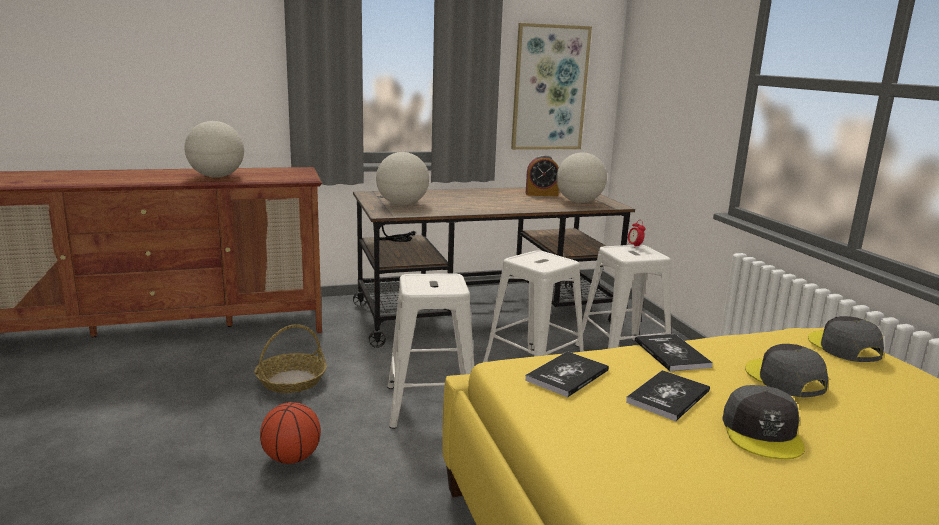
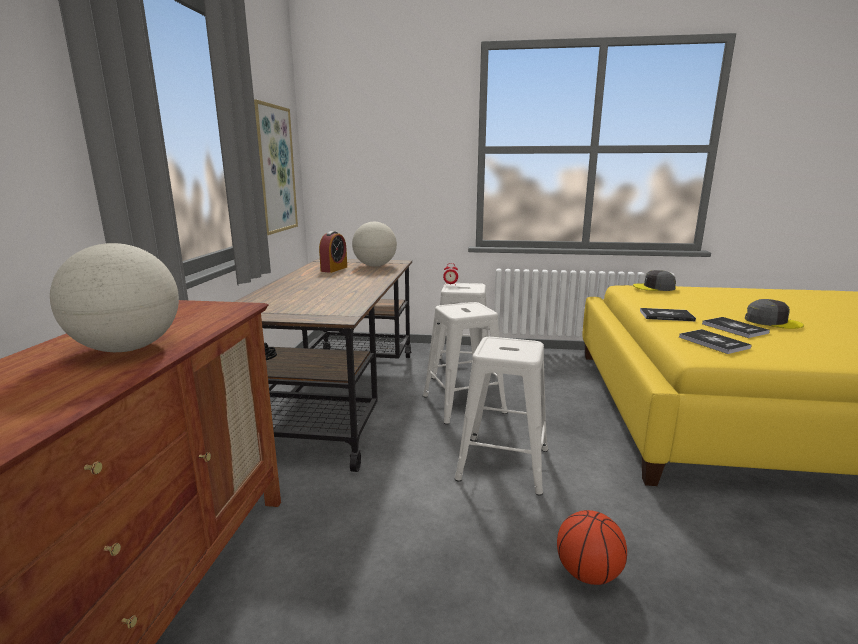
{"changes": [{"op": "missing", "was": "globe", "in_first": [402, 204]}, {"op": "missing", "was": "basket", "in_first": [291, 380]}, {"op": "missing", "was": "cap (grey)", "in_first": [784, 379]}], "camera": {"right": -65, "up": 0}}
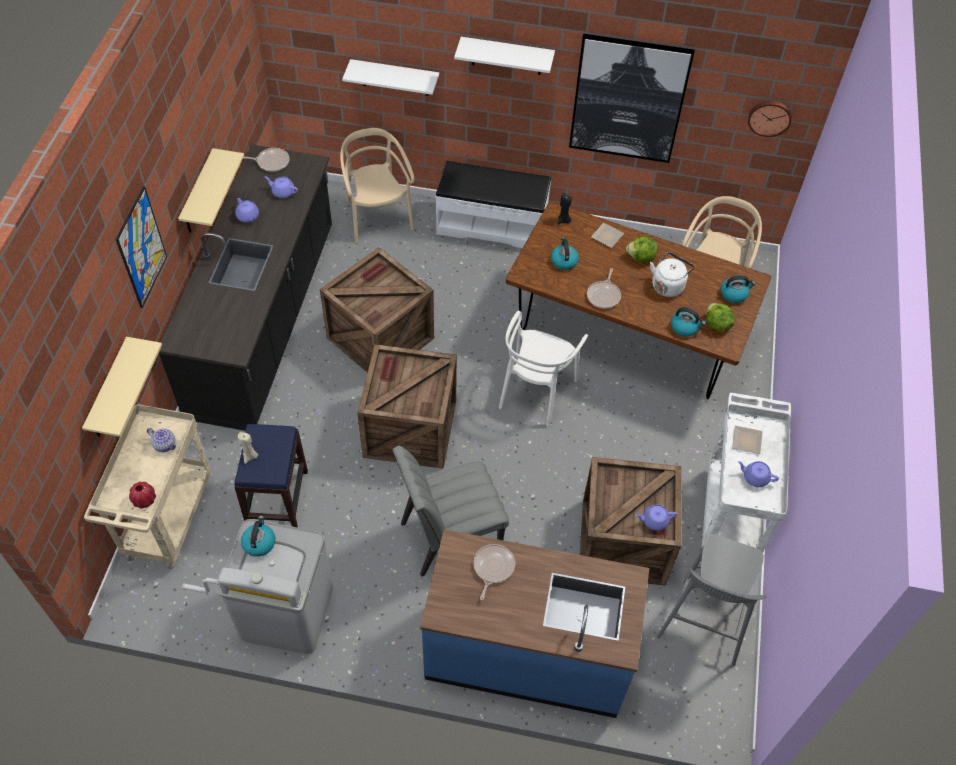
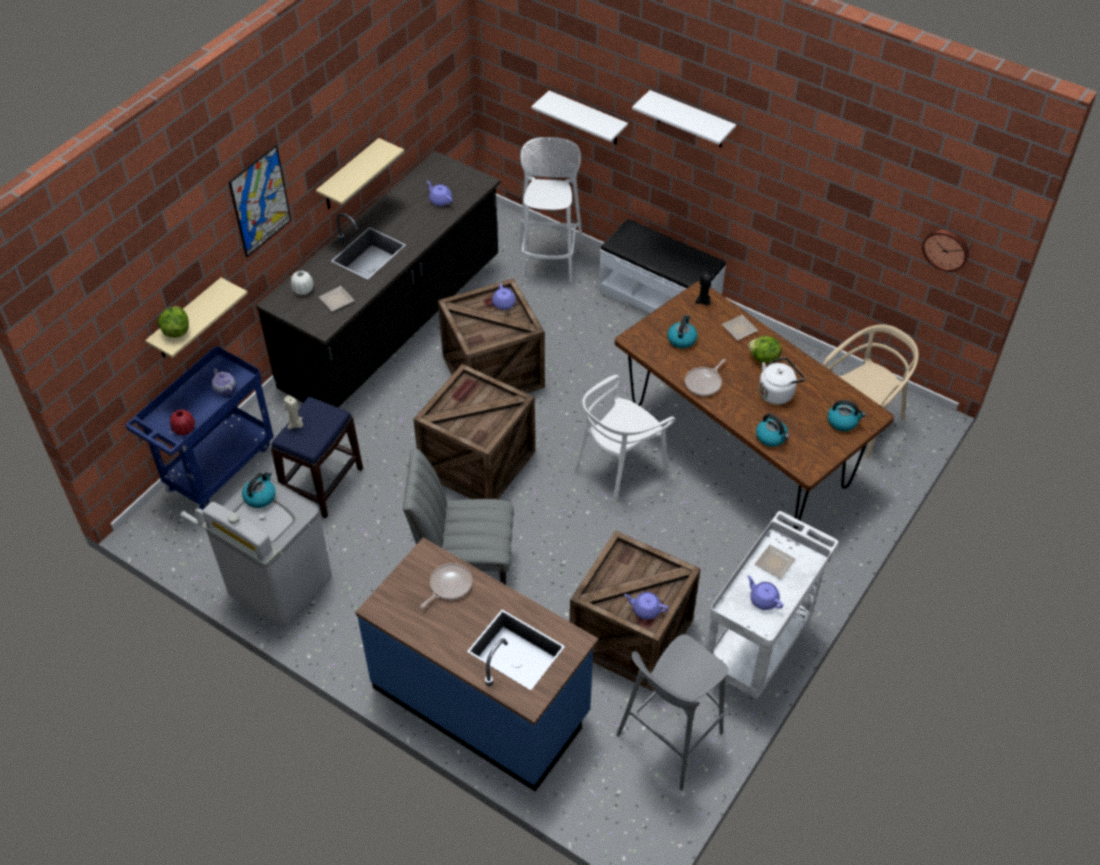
{"changes": [{"op": "missing", "was": "picture", "in_first": [628, 99]}, {"op": "exchanged", "was": "chair (beige)", "now": "stool (white)", "in_first": [377, 217], "in_second": [549, 259]}, {"op": "missing", "was": "frying pan", "in_first": [271, 162]}, {"op": "relocated", "was": "teapot (purple)", "in_first": [248, 216], "in_second": [504, 304]}, {"op": "relocated", "was": "lettuce", "in_first": [716, 325], "in_second": [176, 331]}, {"op": "colour", "was": "cart (beige)", "now": "cart (blue)", "in_first": [168, 524], "in_second": [217, 473]}, {"op": "appeared", "now": "vase (white)", "in_second": [303, 290]}, {"op": "appeared", "now": "plate", "in_second": [335, 300]}], "camera": {"right": 25, "up": -5}}
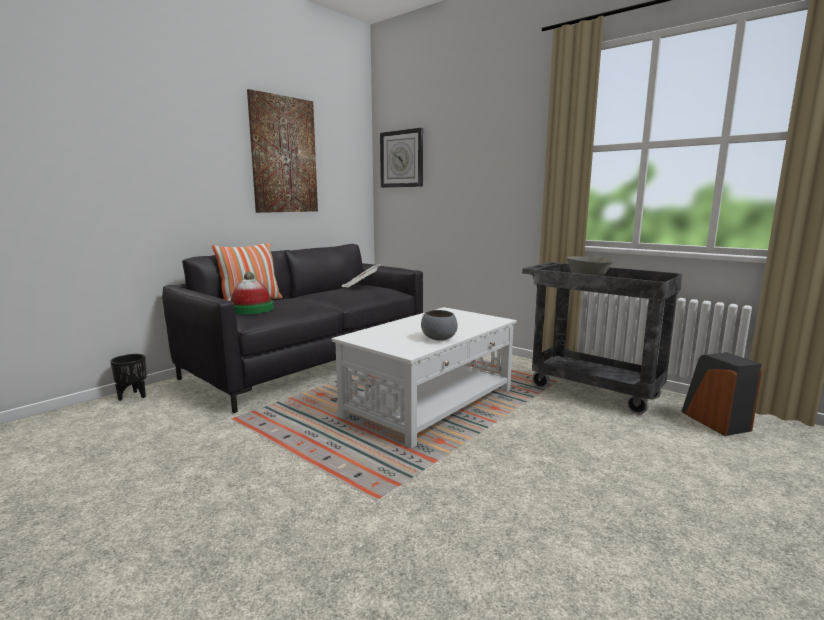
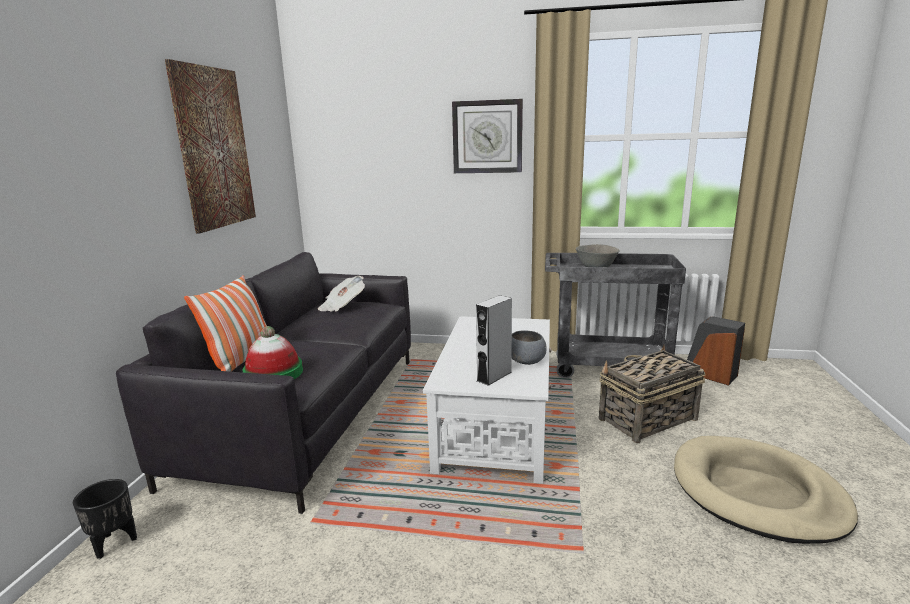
{"changes": [{"op": "relocated", "was": "wall clock", "in_first": [402, 159], "in_second": [487, 137]}, {"op": "appeared", "now": "speaker (grey)", "in_second": [494, 376]}, {"op": "appeared", "now": "basket", "in_second": [646, 419]}, {"op": "appeared", "now": "dog bed (beige)", "in_second": [756, 493]}], "camera": {"right": -30, "up": 5}}
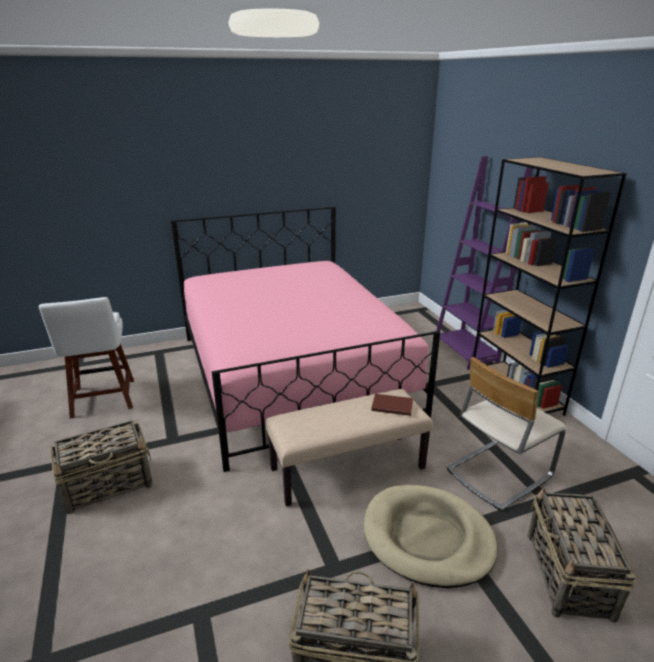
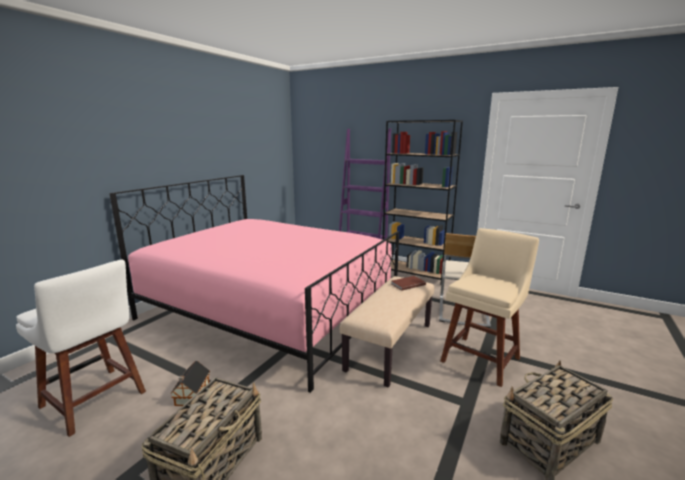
{"changes": [{"op": "exchanged", "was": "dog bed (beige)", "now": "stool (beige)", "in_first": [427, 538], "in_second": [482, 358]}, {"op": "missing", "was": "basket", "in_first": [568, 576]}, {"op": "appeared", "now": "toy house", "in_second": [191, 395]}], "camera": {"right": -40, "up": -10}}
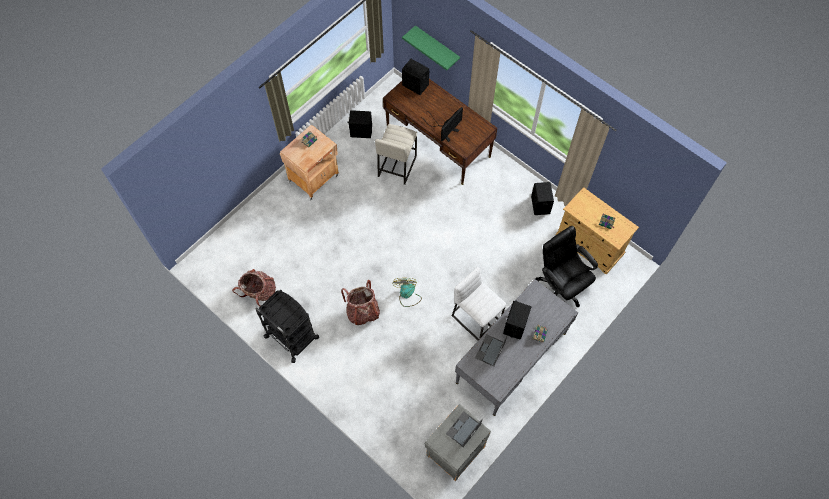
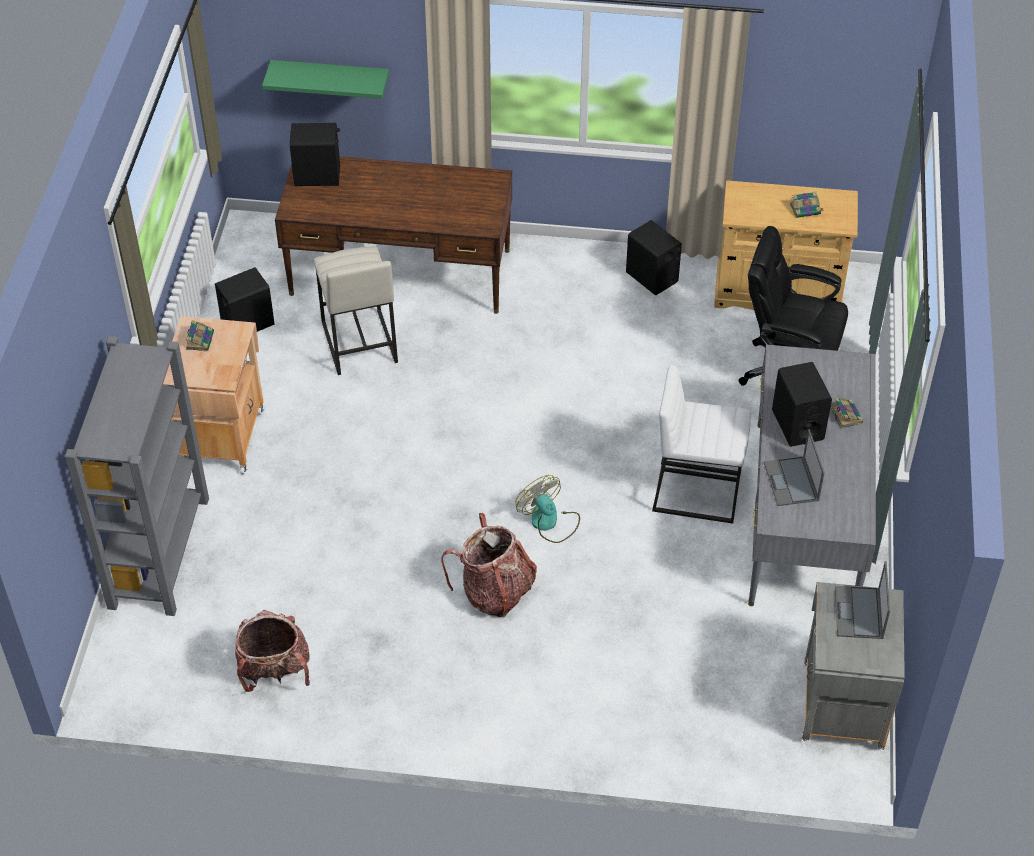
{"changes": [{"op": "missing", "was": "monitor", "in_first": [444, 130]}, {"op": "missing", "was": "cart (black)", "in_first": [292, 337]}, {"op": "appeared", "now": "bookcase (grey)", "in_second": [159, 552]}], "camera": {"right": -35, "up": -15}}
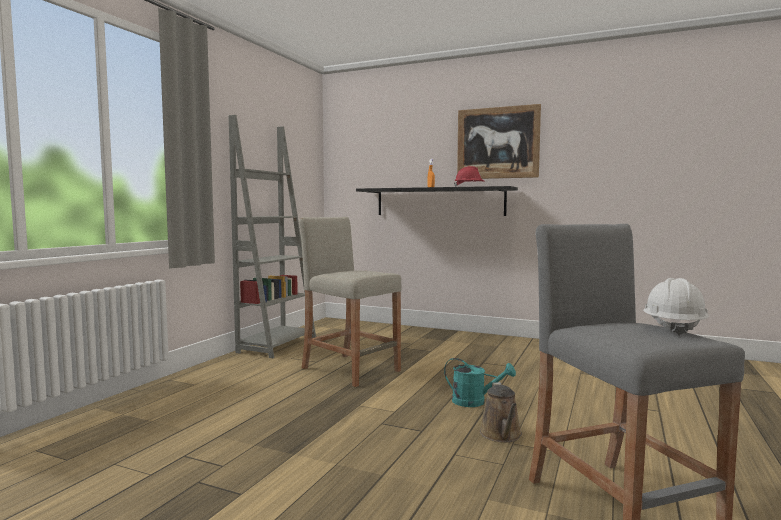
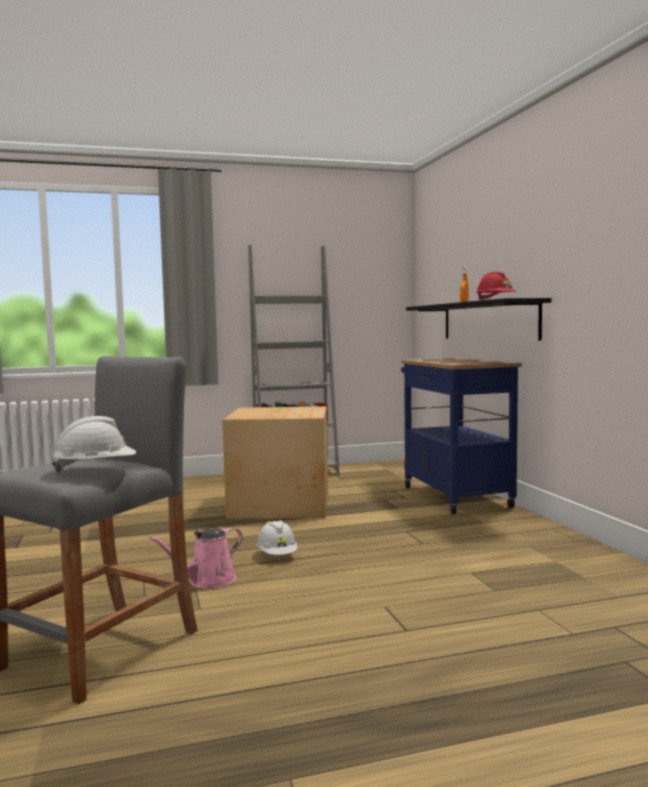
{"changes": [{"op": "missing", "was": "picture", "in_first": [497, 143]}, {"op": "exchanged", "was": "stool (beige)", "now": "cardboard box", "in_first": [350, 369], "in_second": [282, 504]}, {"op": "exchanged", "was": "watering can (turquoise)", "now": "hard hat (white)", "in_first": [475, 402], "in_second": [277, 555]}, {"op": "colour", "was": "watering can (brown)", "now": "watering can (pink)", "in_first": [501, 435], "in_second": [208, 581]}, {"op": "appeared", "now": "cart (blue)", "in_second": [454, 496]}], "camera": {"right": 50, "up": 0}}
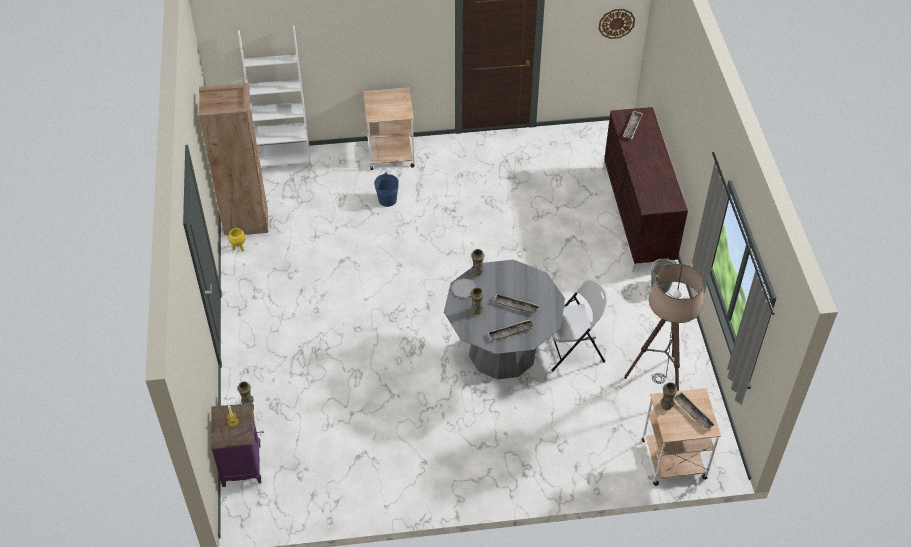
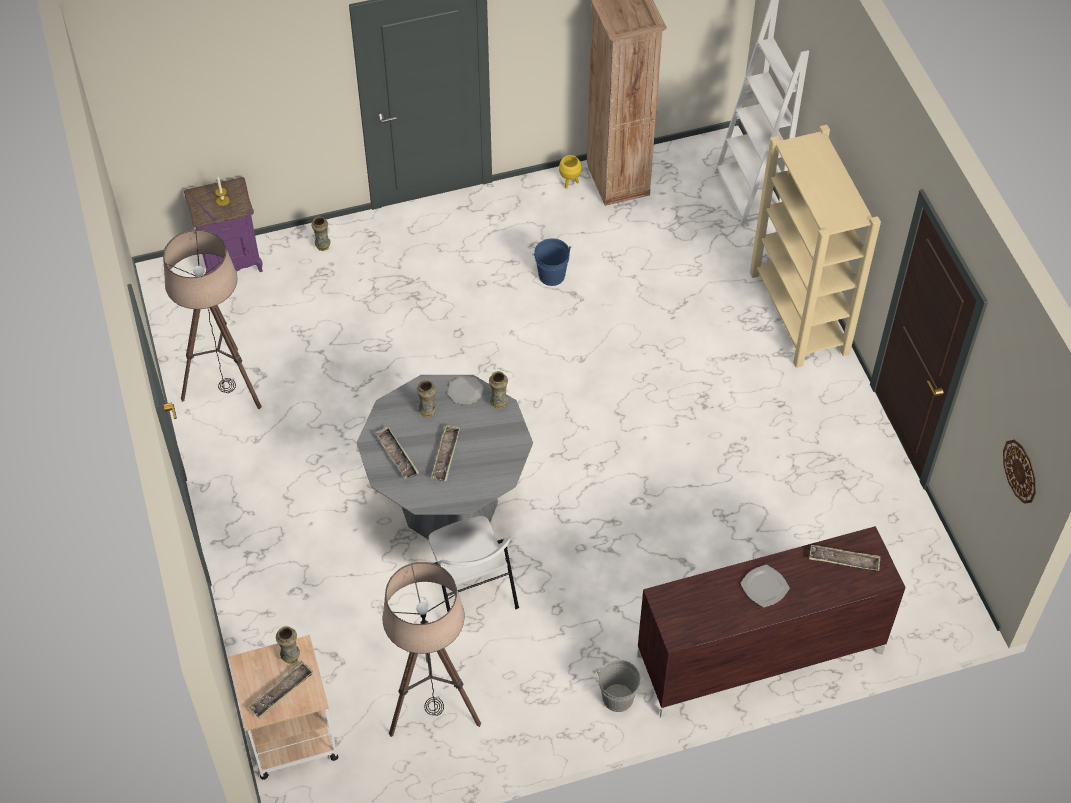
{"changes": [{"op": "exchanged", "was": "cart (beige)", "now": "bookcase (beige)", "in_first": [391, 153], "in_second": [799, 313]}, {"op": "relocated", "was": "bucket (blue)", "in_first": [387, 200], "in_second": [552, 275]}, {"op": "appeared", "now": "floor lamp", "in_second": [225, 385]}, {"op": "appeared", "now": "plate", "in_second": [764, 586]}], "camera": {"right": 80, "up": 5}}
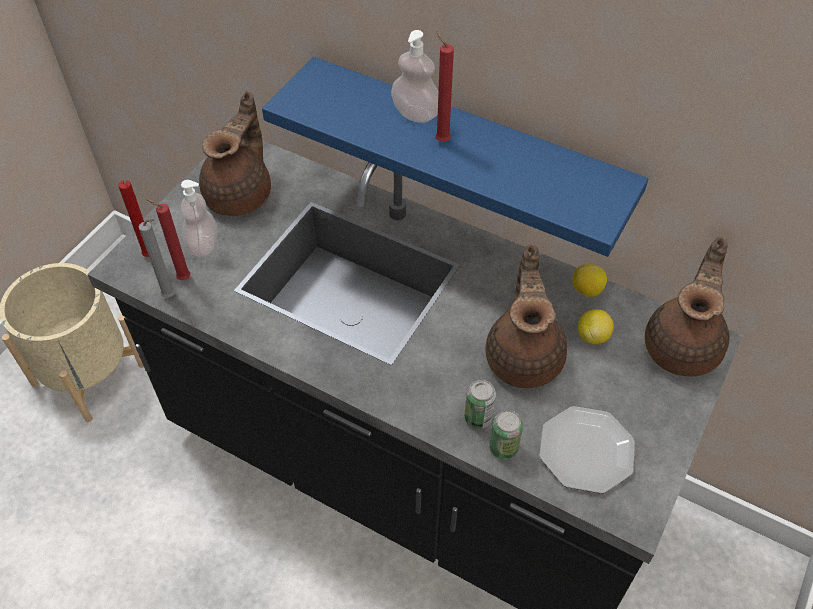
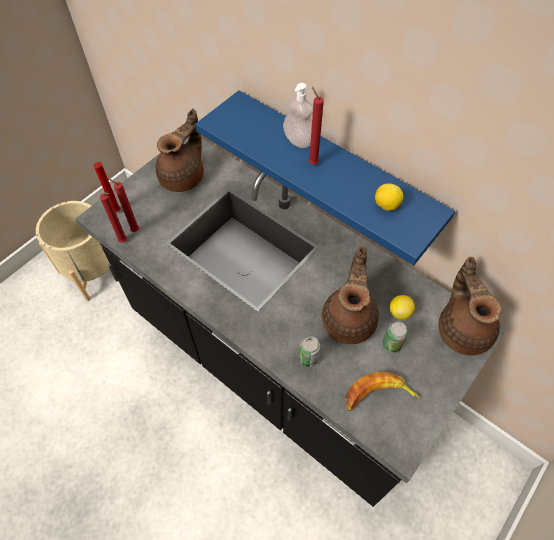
{"changes": [{"op": "missing", "was": "soap dispenser", "in_first": [203, 245]}, {"op": "colour", "was": "candle (grey)", "now": "candle (red)", "in_first": [171, 296], "in_second": [124, 241]}, {"op": "spun", "was": "teapot (brown)", "in_first": [683, 345], "in_second": [463, 329], "clockwise": -45}, {"op": "relocated", "was": "lemon", "in_first": [586, 290], "in_second": [386, 205]}, {"op": "exchanged", "was": "plate", "now": "banana", "in_first": [586, 452], "in_second": [377, 396]}, {"op": "relocated", "was": "can", "in_first": [503, 448], "in_second": [391, 344]}], "camera": {"right": 10, "up": 5}}
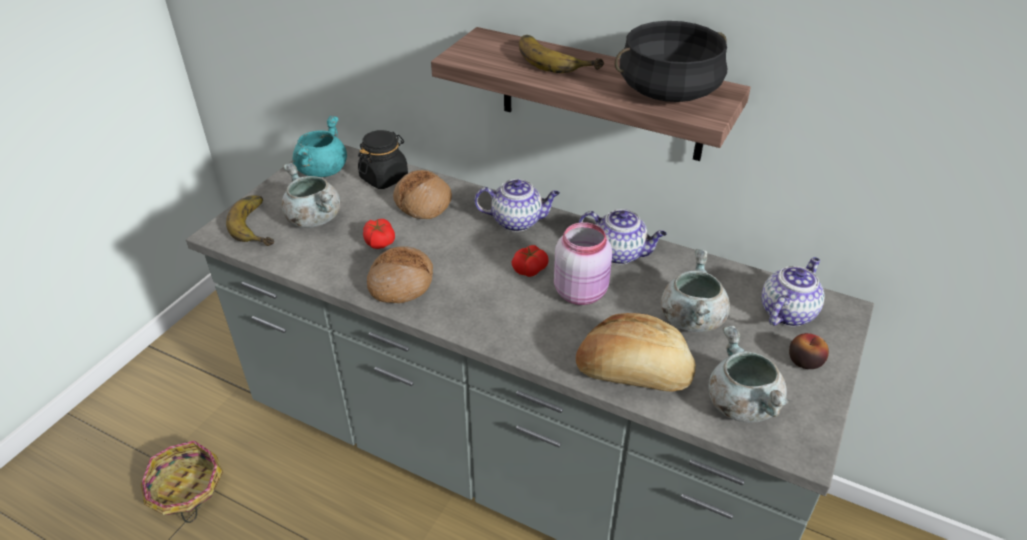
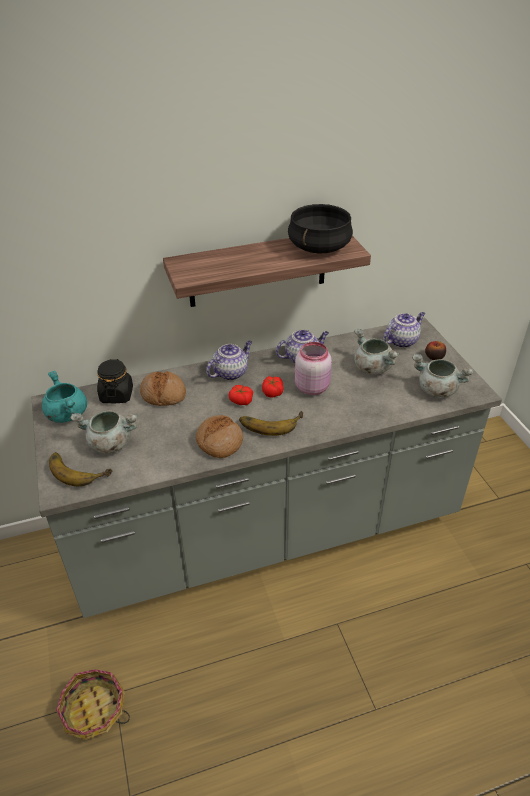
{"changes": [{"op": "relocated", "was": "banana", "in_first": [557, 59], "in_second": [270, 422]}, {"op": "relocated", "was": "tomato", "in_first": [379, 241], "in_second": [241, 400]}, {"op": "spun", "was": "teapot", "in_first": [787, 312], "in_second": [402, 341], "clockwise": 60}, {"op": "missing", "was": "bread", "in_first": [633, 373]}], "camera": {"right": -45, "up": 0}}
